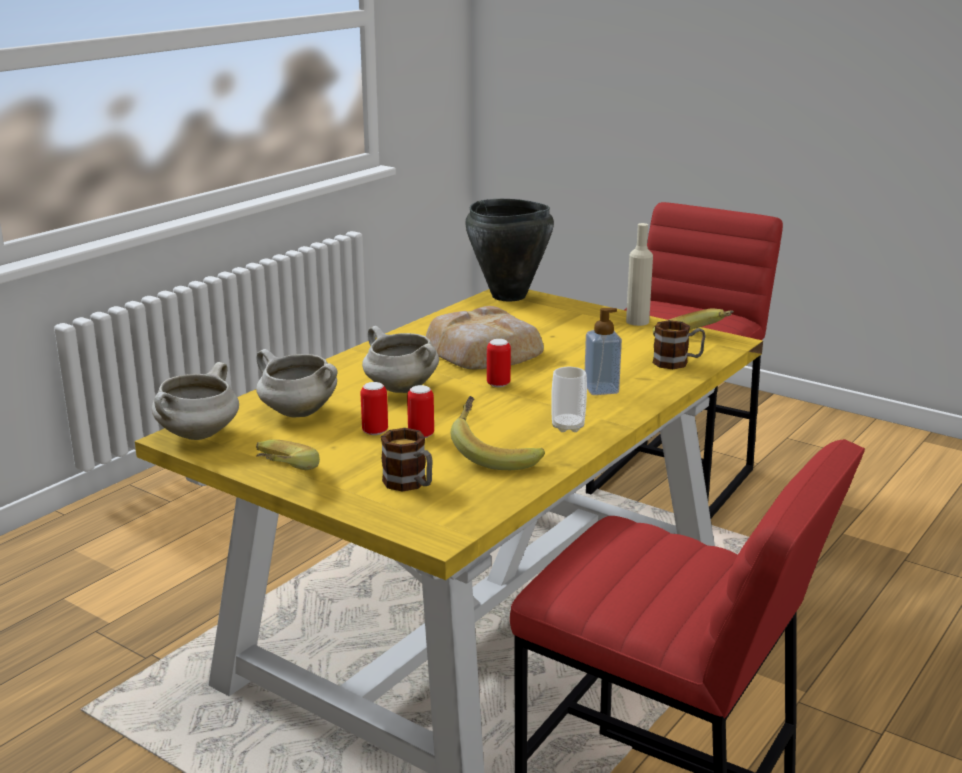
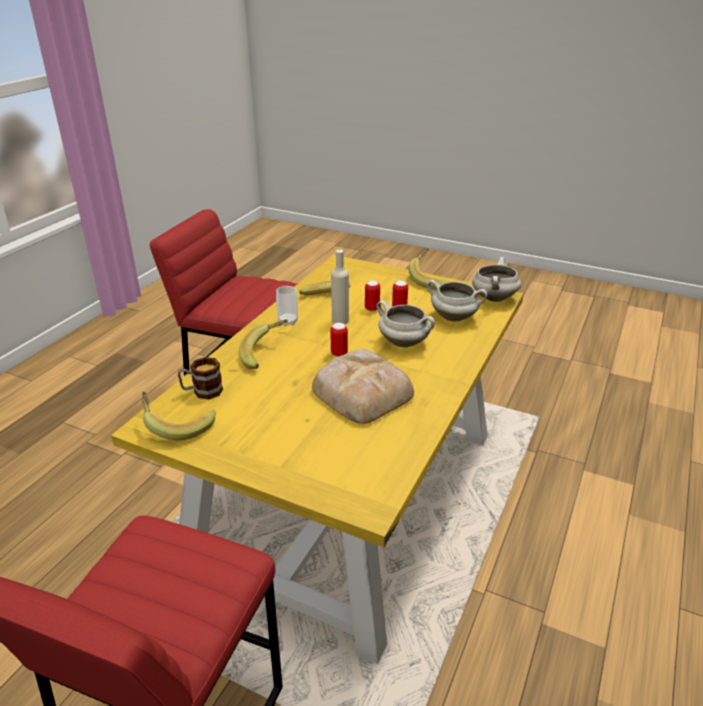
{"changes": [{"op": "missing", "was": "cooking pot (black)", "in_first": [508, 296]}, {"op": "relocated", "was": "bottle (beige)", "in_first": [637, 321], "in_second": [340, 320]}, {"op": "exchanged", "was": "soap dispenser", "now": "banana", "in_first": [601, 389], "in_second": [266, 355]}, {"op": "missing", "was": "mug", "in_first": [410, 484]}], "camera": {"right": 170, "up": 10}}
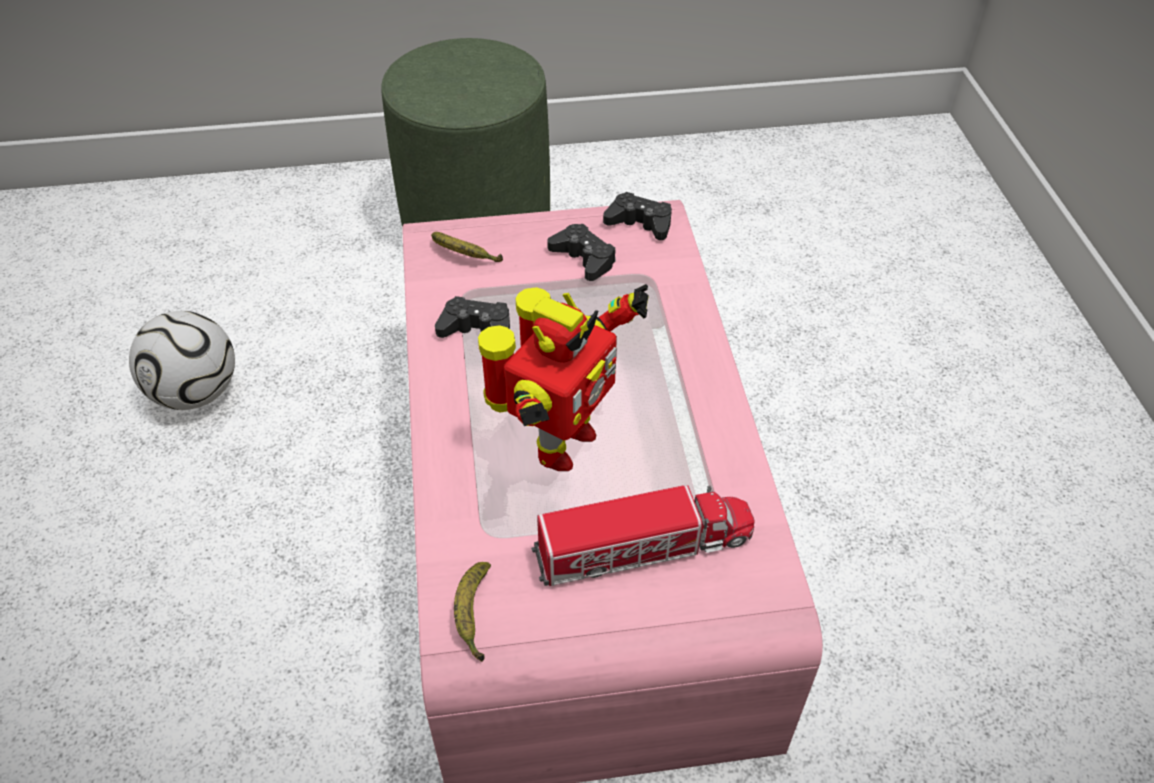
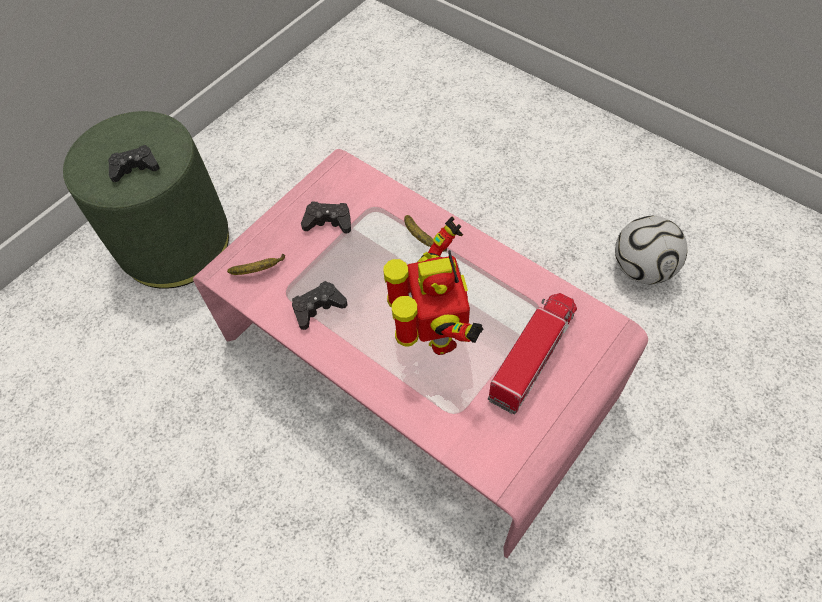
{"changes": [{"op": "relocated", "was": "game controller (black)", "in_first": [640, 223], "in_second": [135, 168]}, {"op": "relocated", "was": "football", "in_first": [195, 393], "in_second": [642, 269]}, {"op": "relocated", "was": "banana", "in_first": [473, 614], "in_second": [422, 239]}], "camera": {"right": -40, "up": 10}}
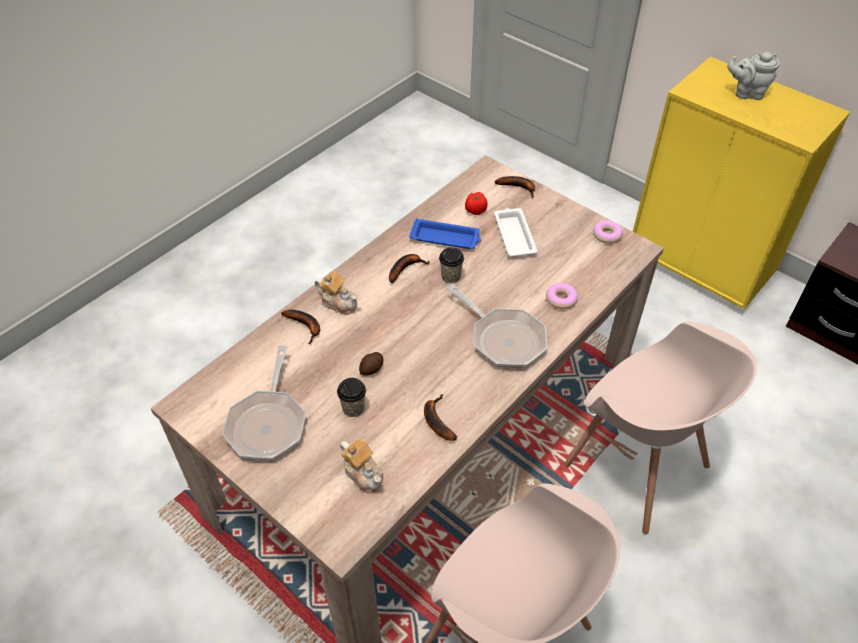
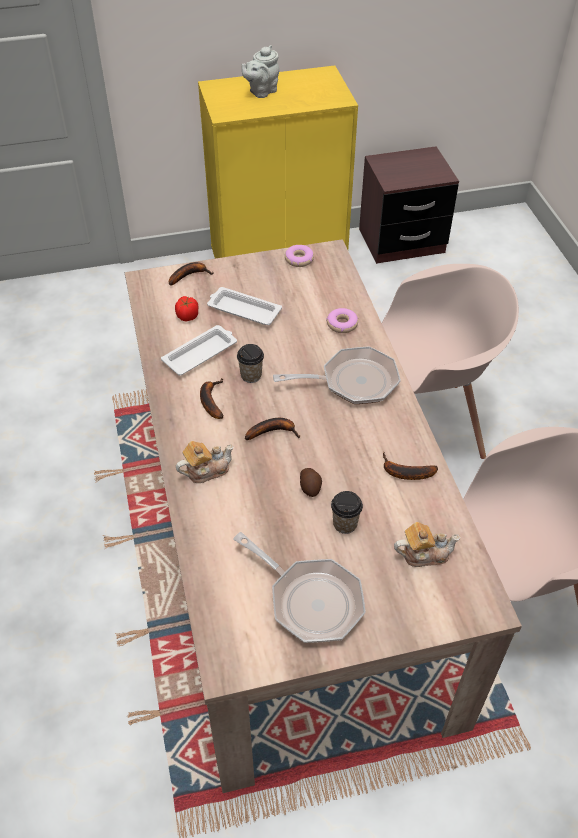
{"changes": [{"op": "colour", "was": "tray (blue)", "now": "tray (white)", "in_first": [446, 238], "in_second": [201, 353]}, {"op": "relocated", "was": "banana", "in_first": [306, 326], "in_second": [273, 431]}], "camera": {"right": -55, "up": 0}}
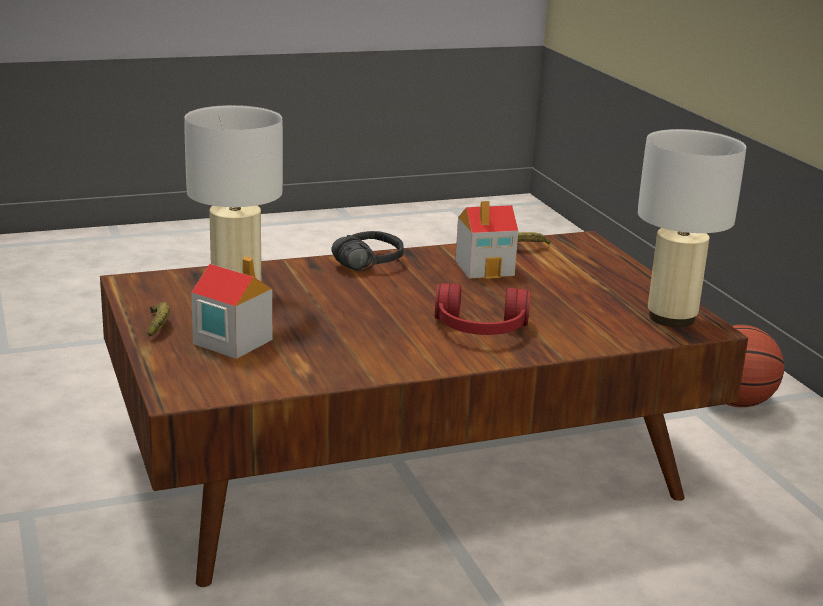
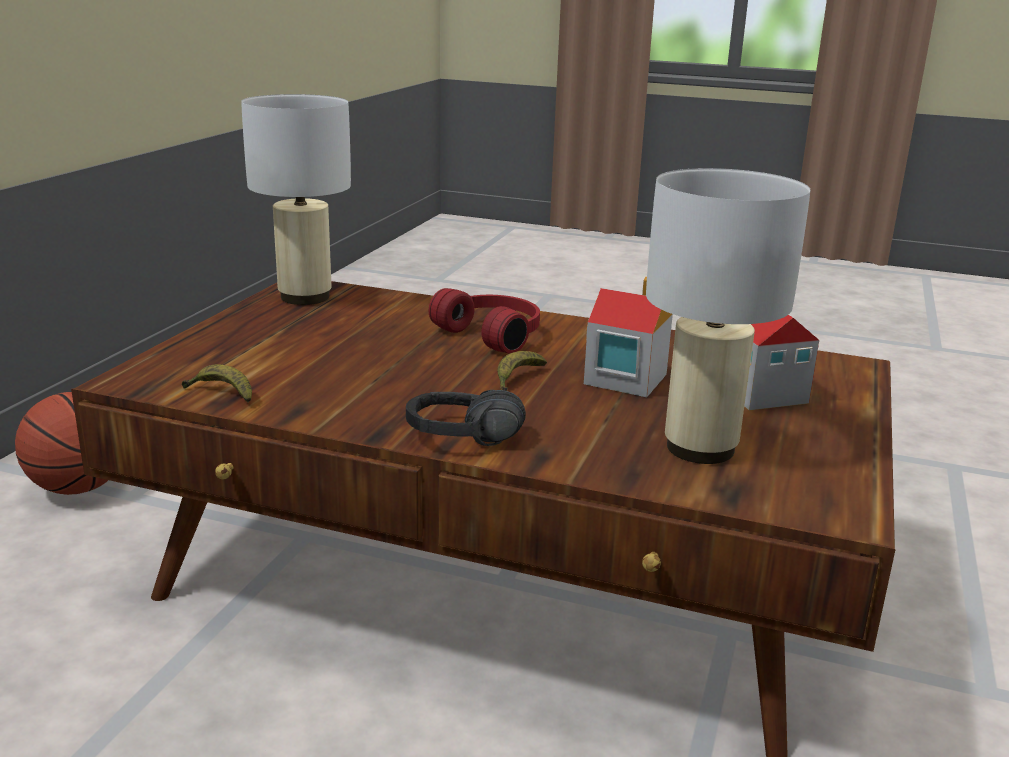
{"changes": [{"op": "relocated", "was": "toy house", "in_first": [485, 268], "in_second": [624, 379]}, {"op": "relocated", "was": "banana", "in_first": [158, 325], "in_second": [517, 380]}], "camera": {"right": -140, "up": 0}}
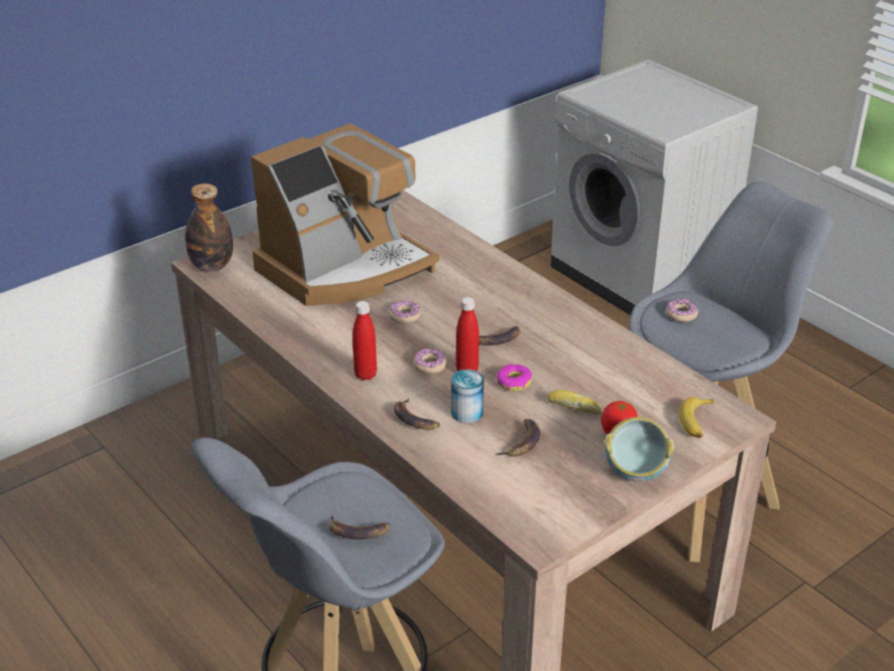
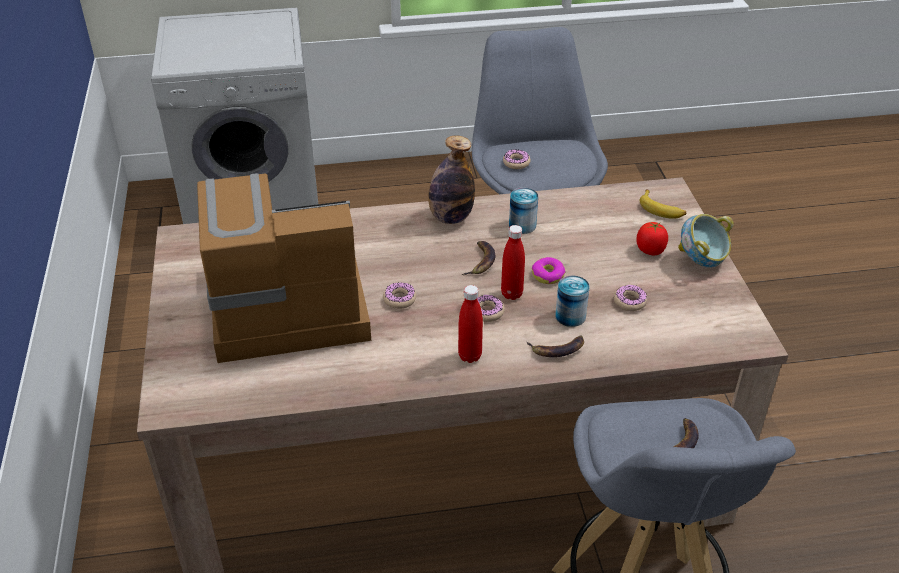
{"changes": [{"op": "spun", "was": "coffee machine", "in_first": [345, 268], "in_second": [285, 307], "clockwise": -90}, {"op": "relocated", "was": "bottle", "in_first": [212, 266], "in_second": [450, 217]}, {"op": "missing", "was": "bread", "in_first": [574, 407]}, {"op": "exchanged", "was": "banana", "now": "donut", "in_first": [521, 442], "in_second": [629, 302]}, {"op": "appeared", "now": "can", "in_second": [522, 225]}], "camera": {"right": -60, "up": 5}}
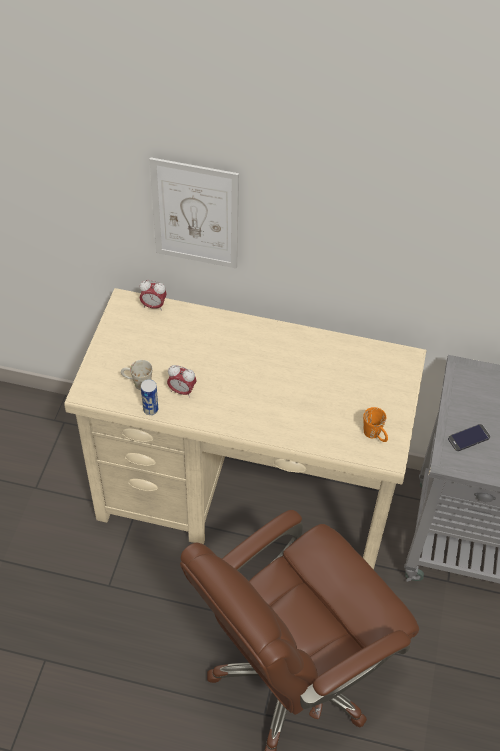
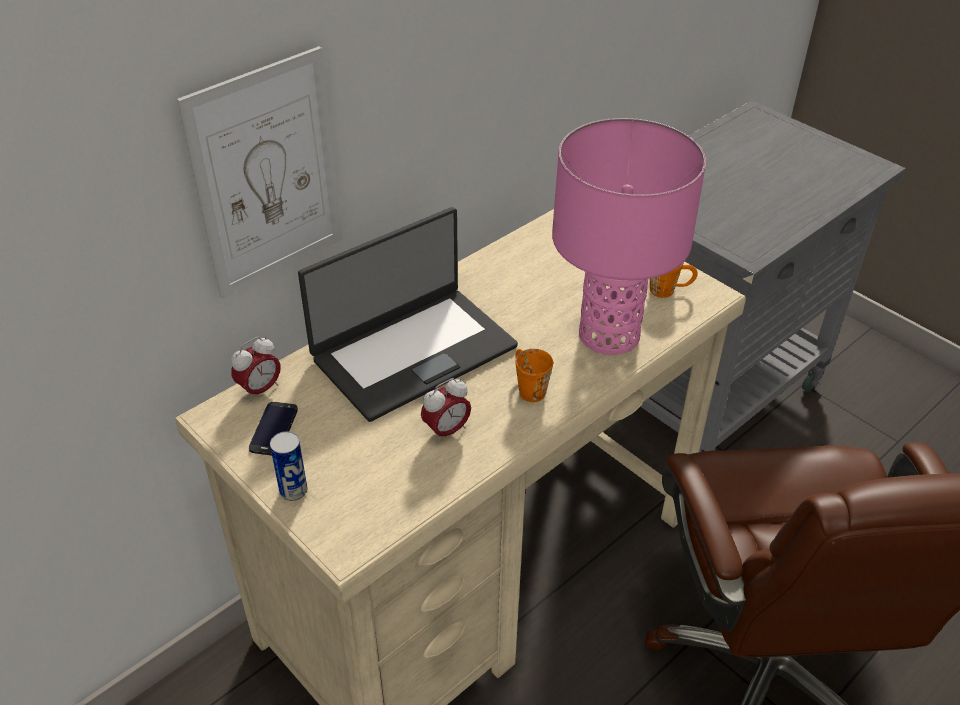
{"changes": [{"op": "missing", "was": "mug (white)", "in_first": [137, 383]}, {"op": "relocated", "was": "can", "in_first": [150, 409], "in_second": [293, 491]}, {"op": "relocated", "was": "phone", "in_first": [468, 438], "in_second": [273, 429]}, {"op": "appeared", "now": "table lamp (pink)", "in_second": [608, 334]}, {"op": "appeared", "now": "laptop", "in_second": [413, 351]}, {"op": "appeared", "now": "mug (orange)", "in_second": [527, 387]}], "camera": {"right": -55, "up": -10}}
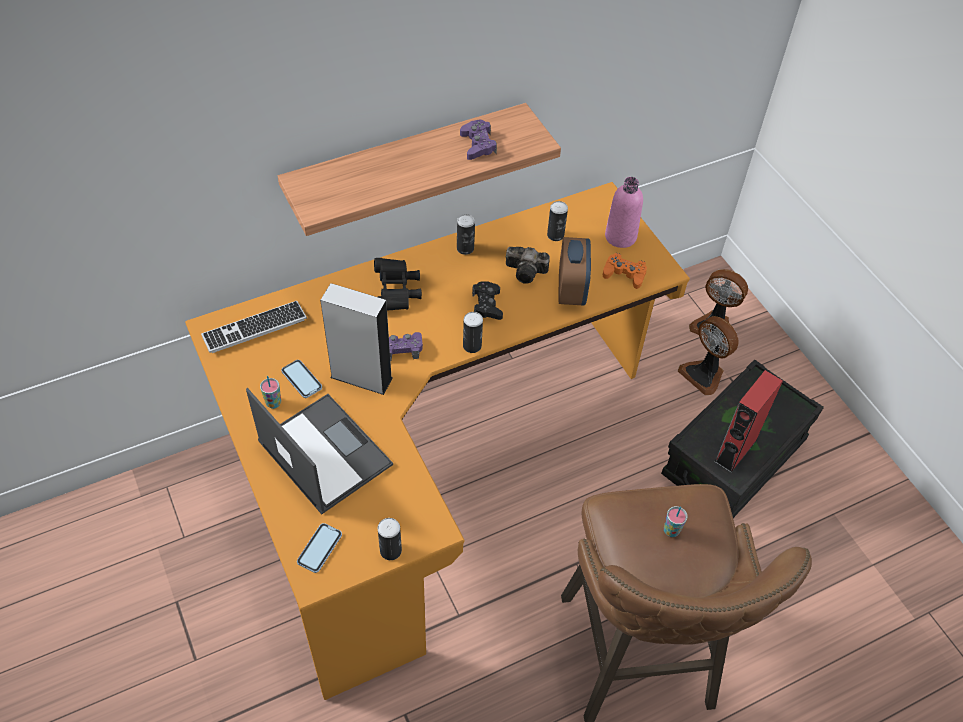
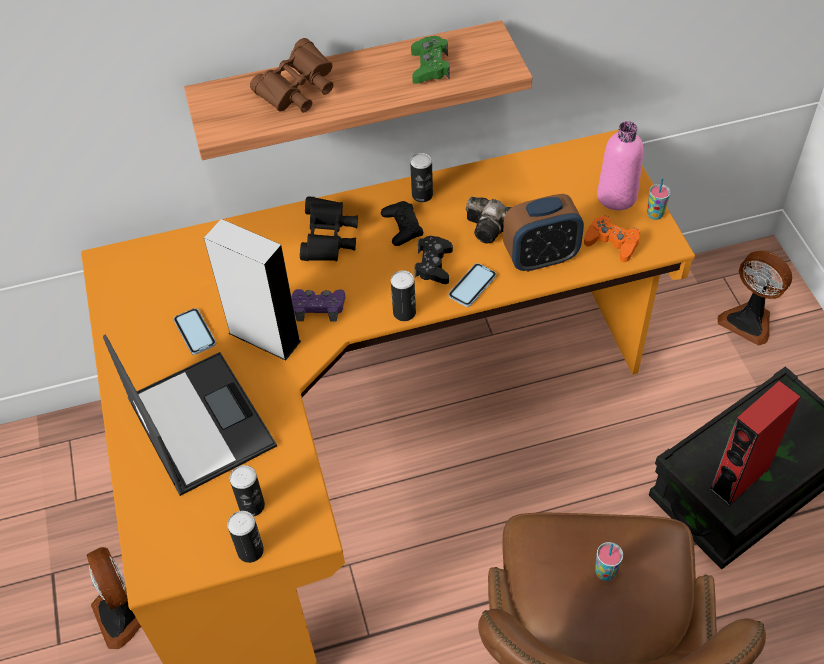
{"changes": [{"op": "colour", "was": "game controller (purple)", "now": "game controller (green)", "in_first": [478, 145], "in_second": [430, 66]}, {"op": "relocated", "was": "can", "in_first": [555, 235], "in_second": [252, 505]}, {"op": "spun", "was": "alarm clock", "in_first": [571, 291], "in_second": [540, 257], "clockwise": 60}, {"op": "missing", "was": "keyboard", "in_first": [254, 328]}, {"op": "relocated", "was": "fan", "in_first": [704, 374], "in_second": [124, 614]}, {"op": "relocated", "was": "cup", "in_first": [273, 403], "in_second": [655, 214]}, {"op": "relocated", "was": "phone", "in_first": [319, 548], "in_second": [472, 286]}, {"op": "appeared", "now": "binoculars (brown)", "in_second": [298, 92]}, {"op": "appeared", "now": "game controller (black)", "in_second": [402, 227]}], "camera": {"right": 15, "up": 0}}
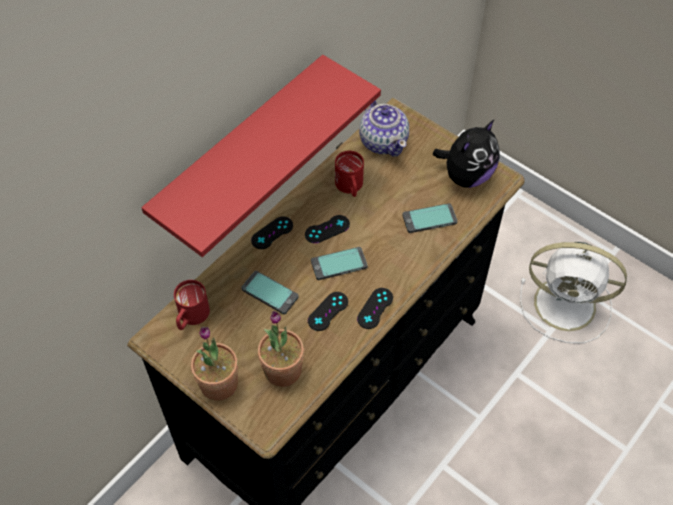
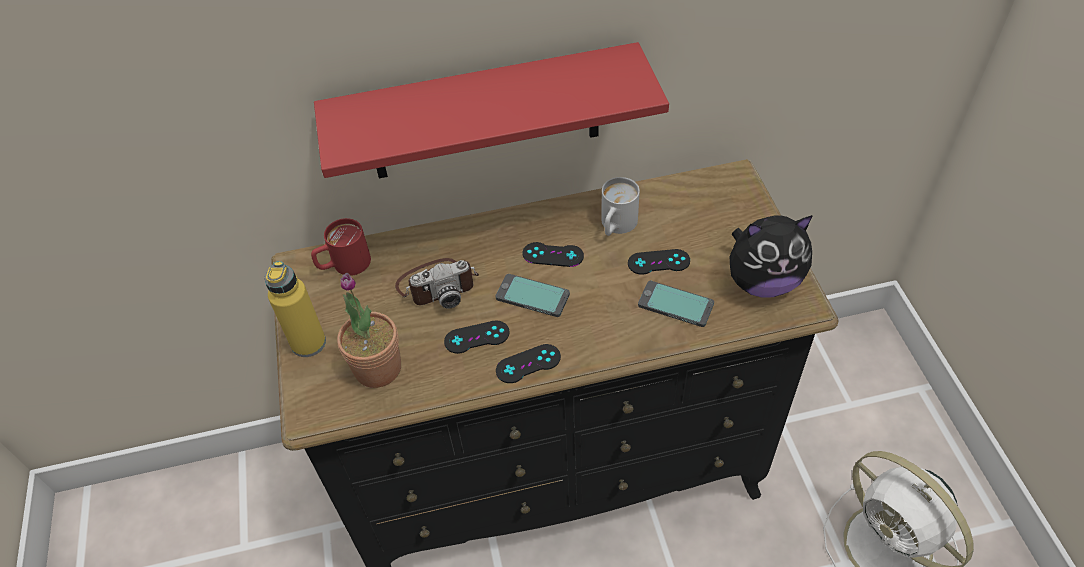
{"changes": [{"op": "missing", "was": "teapot", "in_first": [383, 141]}, {"op": "colour", "was": "mug (red)", "now": "mug (white)", "in_first": [350, 187], "in_second": [616, 226]}, {"op": "relocated", "was": "game controller (black)", "in_first": [272, 233], "in_second": [658, 262]}, {"op": "exchanged", "was": "phone", "now": "photo camera", "in_first": [270, 293], "in_second": [437, 285]}, {"op": "exchanged", "was": "potted plant", "now": "bottle (yellow)", "in_first": [219, 383], "in_second": [308, 343]}], "camera": {"right": 40, "up": -5}}
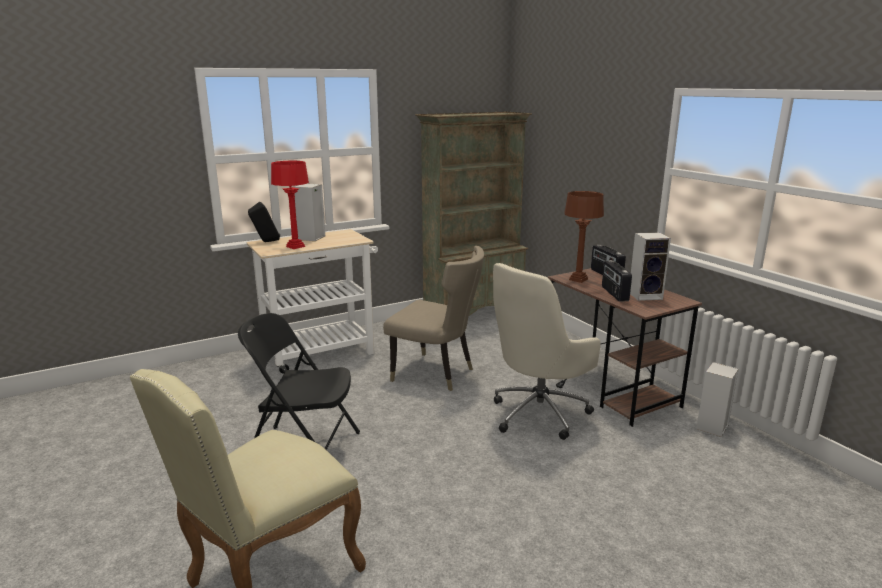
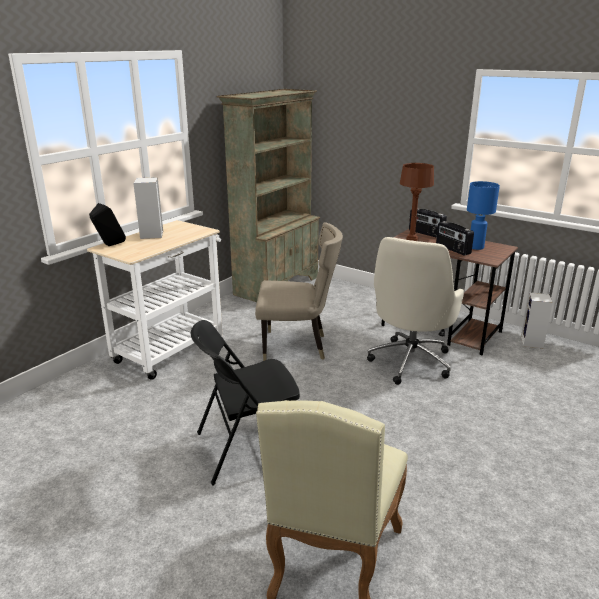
{"changes": [{"op": "missing", "was": "table lamp (red)", "in_first": [295, 246]}, {"op": "exchanged", "was": "speaker", "now": "table lamp (blue)", "in_first": [646, 295], "in_second": [476, 247]}], "camera": {"right": -25, "up": 5}}
